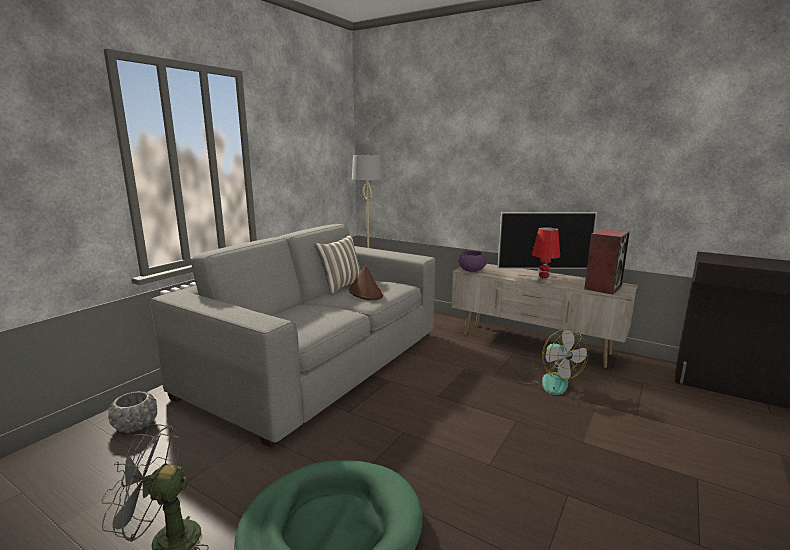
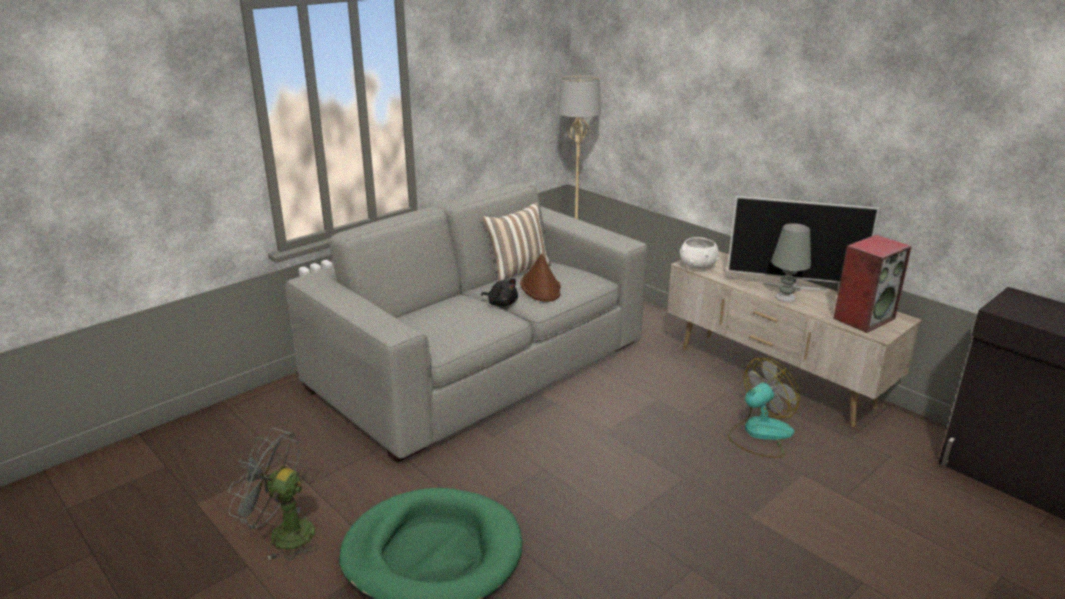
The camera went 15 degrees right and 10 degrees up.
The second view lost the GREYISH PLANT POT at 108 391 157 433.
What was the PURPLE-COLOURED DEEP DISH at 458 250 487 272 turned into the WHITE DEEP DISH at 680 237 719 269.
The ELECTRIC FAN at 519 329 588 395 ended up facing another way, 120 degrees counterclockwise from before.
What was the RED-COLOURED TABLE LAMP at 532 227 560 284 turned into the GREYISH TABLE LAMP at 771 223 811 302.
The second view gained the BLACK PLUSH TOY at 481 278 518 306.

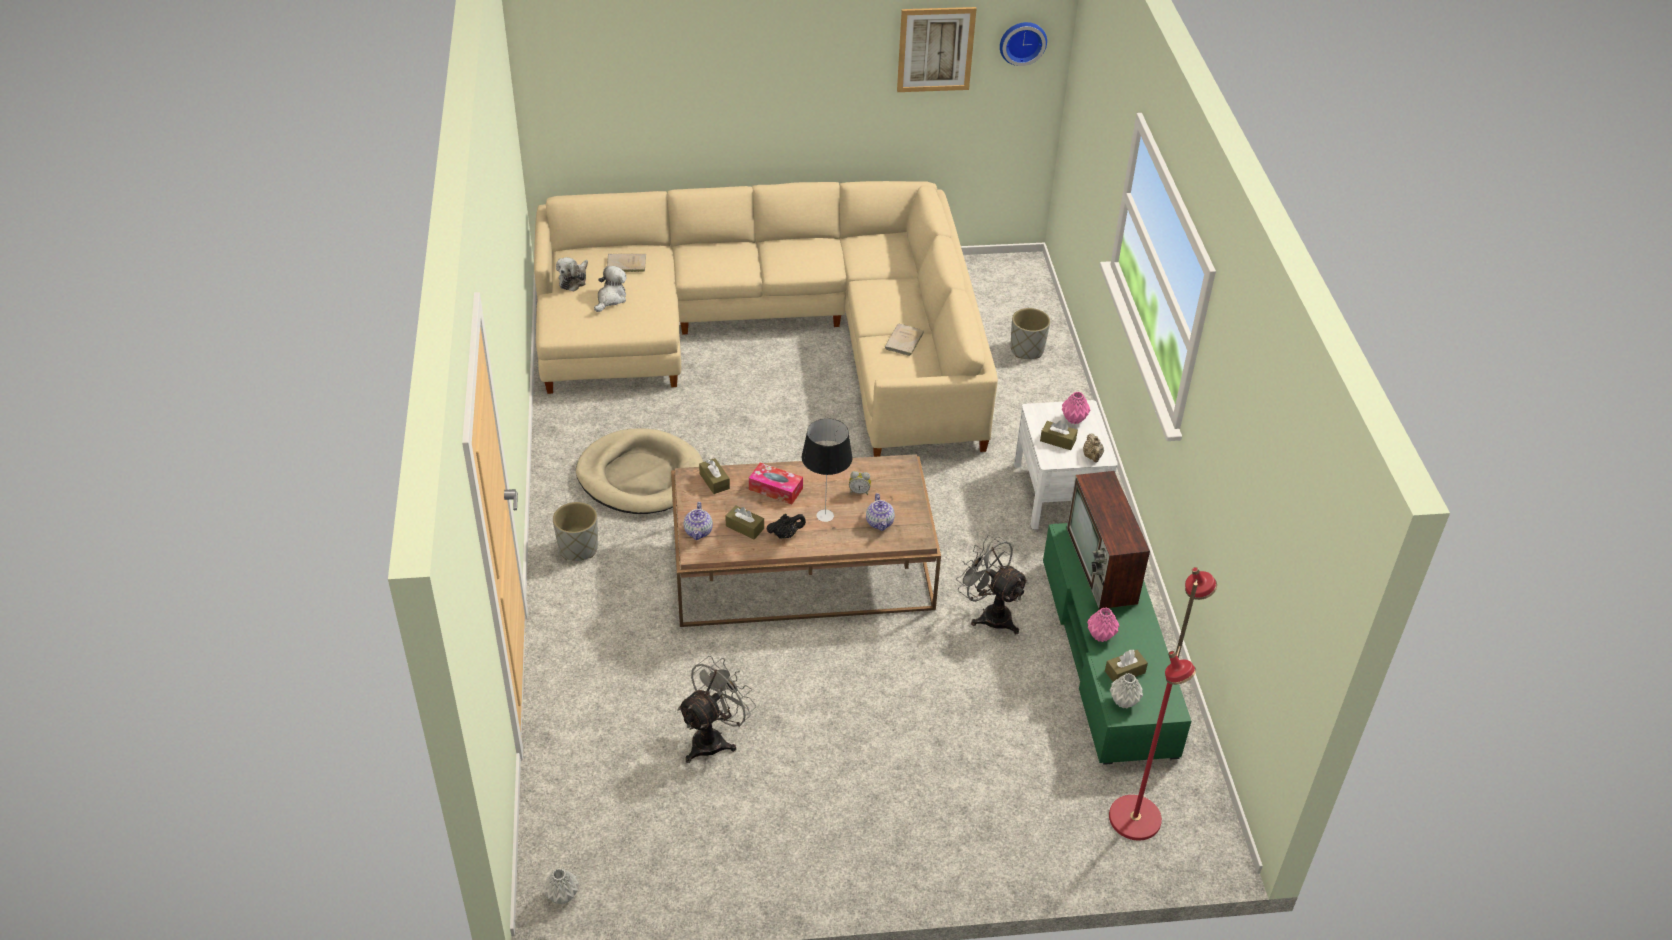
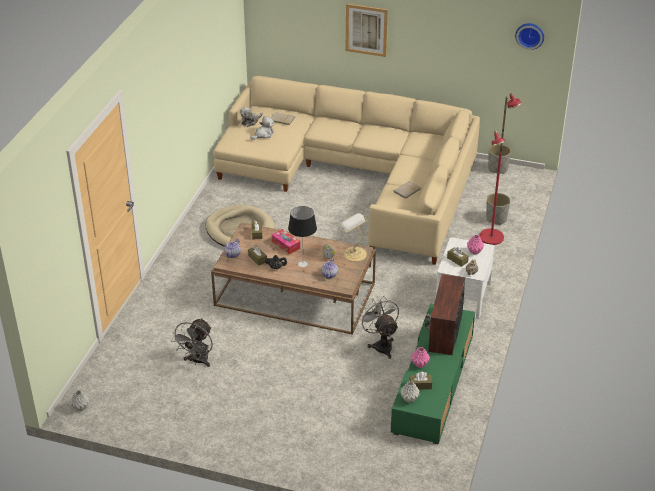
The camera went 25 degrees right and 5 degrees down.
The GREYISH PLANT POT ended up elsewhere, having gone from 553 502 598 561 to 488 144 511 174.
The GREYISH ELECTRIC FAN at 677 656 756 763 ended up facing another way, 135 degrees clockwise from before.
The WALL PICTURE ended up elsewhere, having gone from 897 7 977 92 to 346 4 388 57.
The RED-COLOURED FLOOR LAMP ended up elsewhere, having gone from 1109 567 1217 841 to 479 93 521 245.
The second view gained the TABLE LAMP at 337 213 369 262.

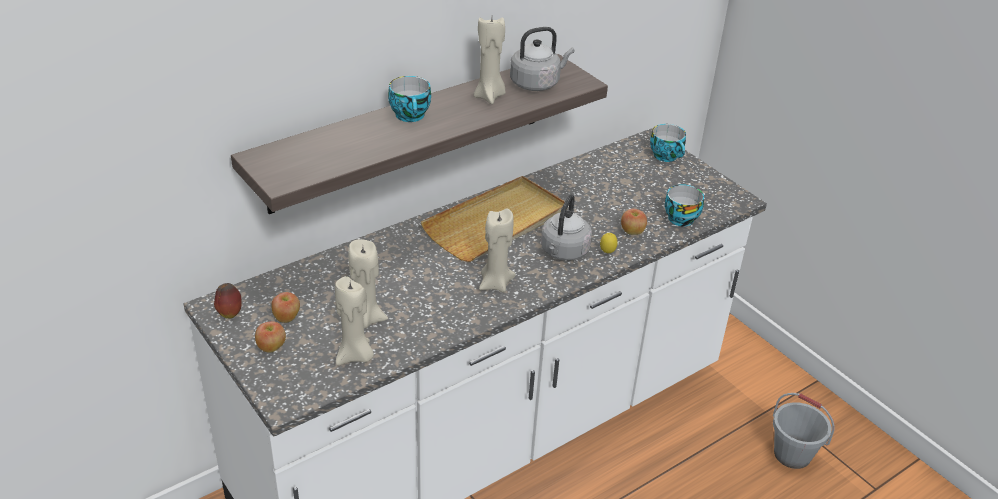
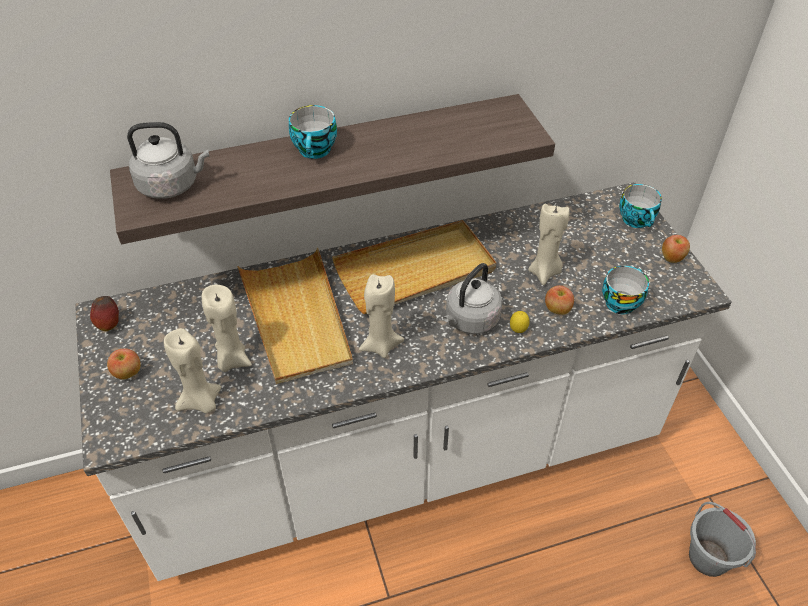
The camera went 20 degrees right and 10 degrees up.
The WHOLE APPLE ended up elsewhere, having gone from 271 292 300 323 to 662 235 690 263.
The SAND-COLOURED CANDLE ended up elsewhere, having gone from 473 18 506 104 to 528 204 570 285.
The GREYISH TEA KETTLE ended up elsewhere, having gone from 510 27 574 91 to 127 122 209 199.
The second view gained the SAND-COLOURED SERVING TRAY at 237 248 353 384.

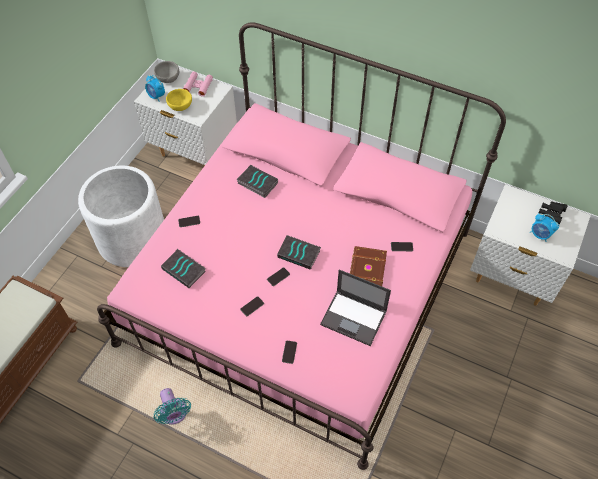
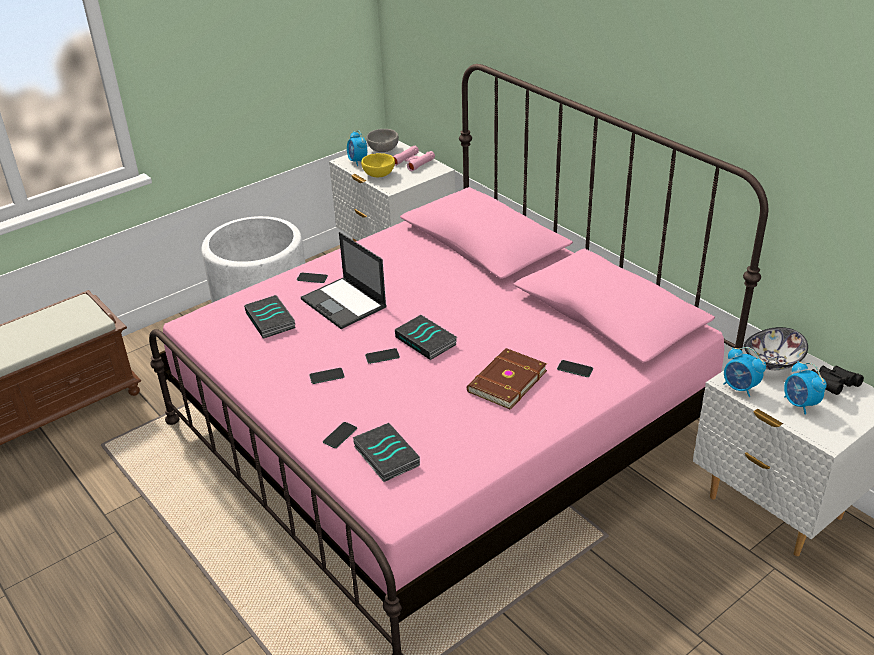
The camera went 25 degrees right and 20 degrees down.
The second view lost the TURQUOISE-COLOURED ELECTRIC FAN at 153 388 191 425.
The BOUND BOOK ended up elsewhere, having gone from 237 165 278 198 to 352 423 420 482.
The LAPTOP ended up elsewhere, having gone from 320 269 391 346 to 301 232 387 329.
The second view gained the BEDSIDE CLOCK at 723 347 766 397.
The second view gained the DEEP DISH at 744 327 808 370.

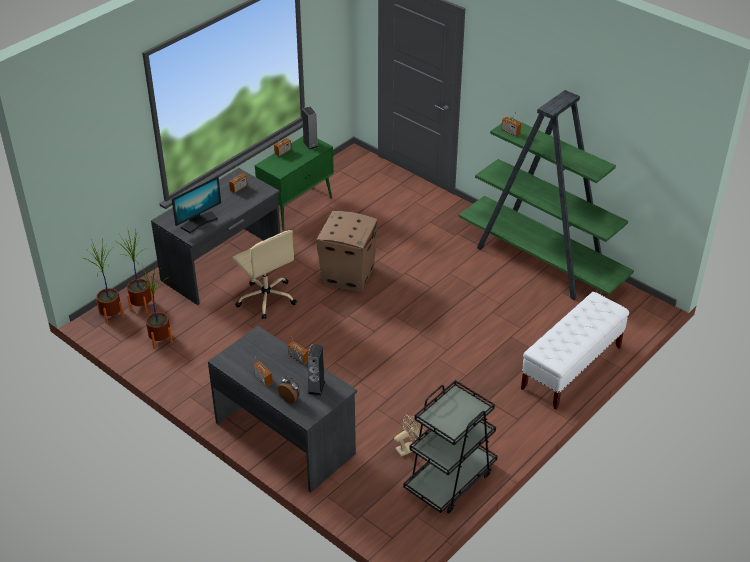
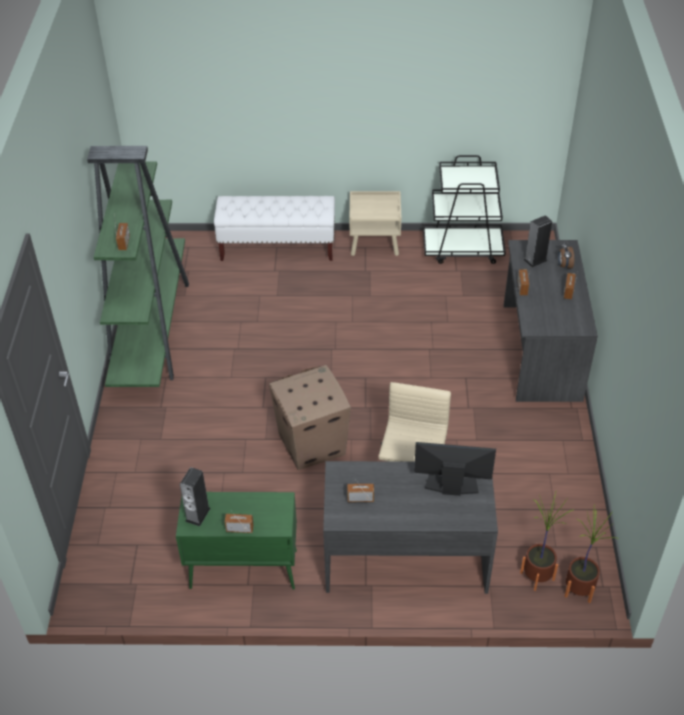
The camera went 130 degrees left and 5 degrees up.
The second view lost the PLANT IN A POT at 135 262 173 349.
The second view lost the SAND-COLOURED ELECTRIC FAN at 394 414 425 457.
The second view gained the SAND-COLOURED BEDSIDE TABLE at 350 191 401 256.

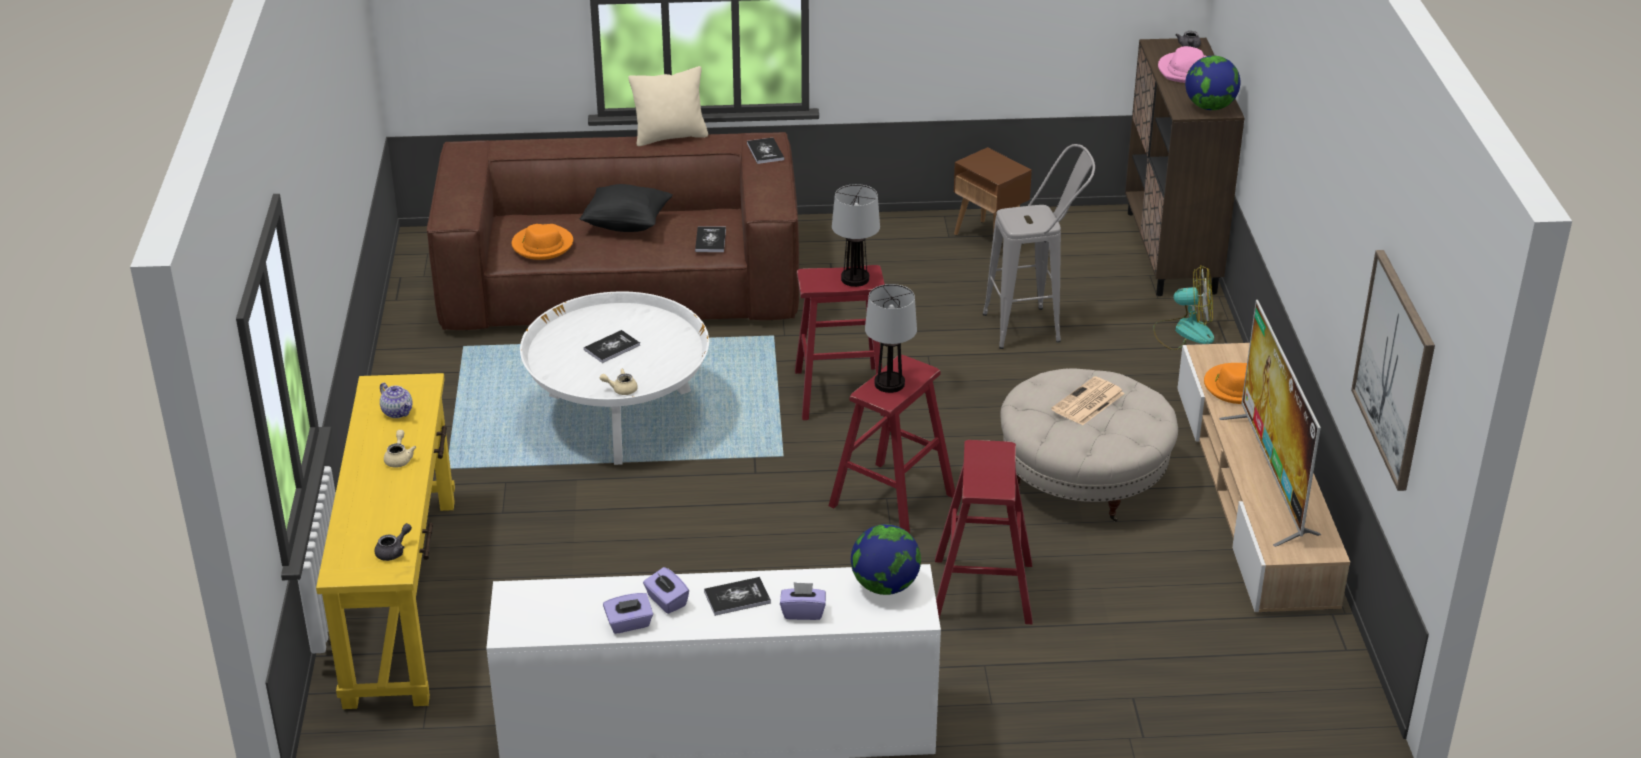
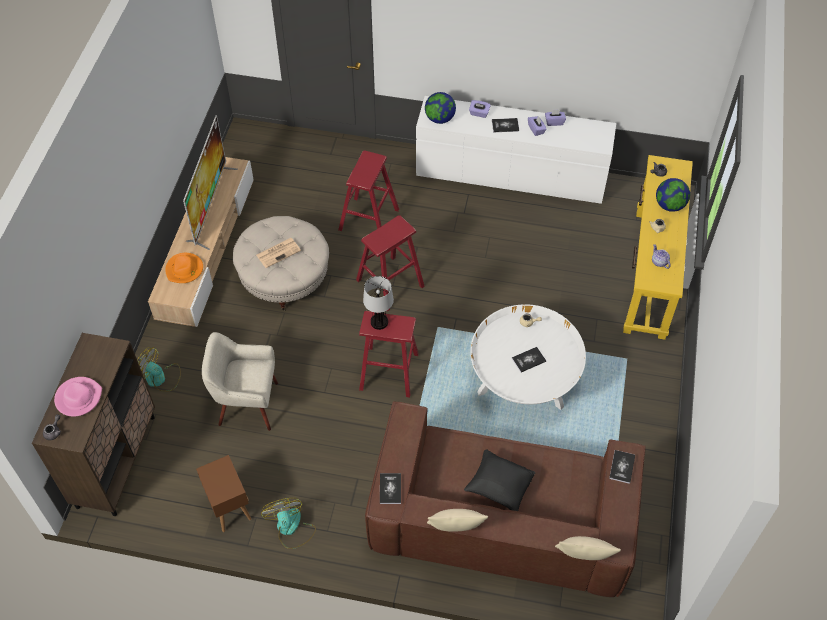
The camera went 165 degrees left and 20 degrees up.
The second view lost the ORANGE WEARABLE HAT at 512 224 573 260.
The BOUND BOOK ended up elsewhere, having gone from 695 226 726 252 to 609 450 635 484.
The second view lost the TABLE LAMP at 865 284 917 393.
Where the GREYISH SITTING STOOL stood at 983 144 1095 349, the SAND-COLOURED EASY CHAIR came to stand at 202 332 278 431.
The DESK GLOBE ended up elsewhere, having gone from 1185 56 1240 110 to 656 178 690 212.
The second view lost the WALL PICTURE at 1351 250 1435 491.
The second view gained the ELECTRIC FAN at 261 498 316 549.
The second view gained the SAND-COLOURED THROW PILLOW at 555 536 621 560.

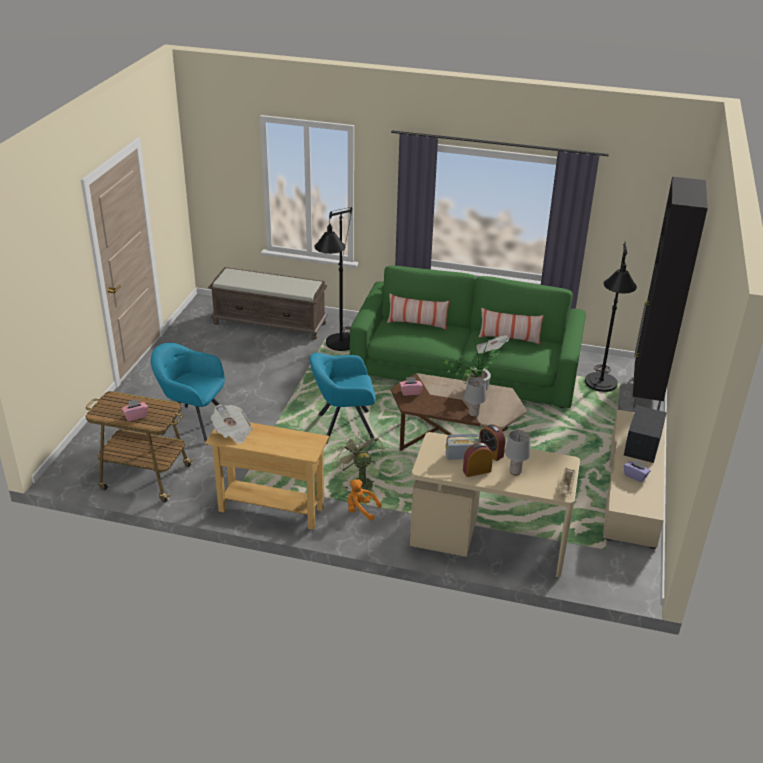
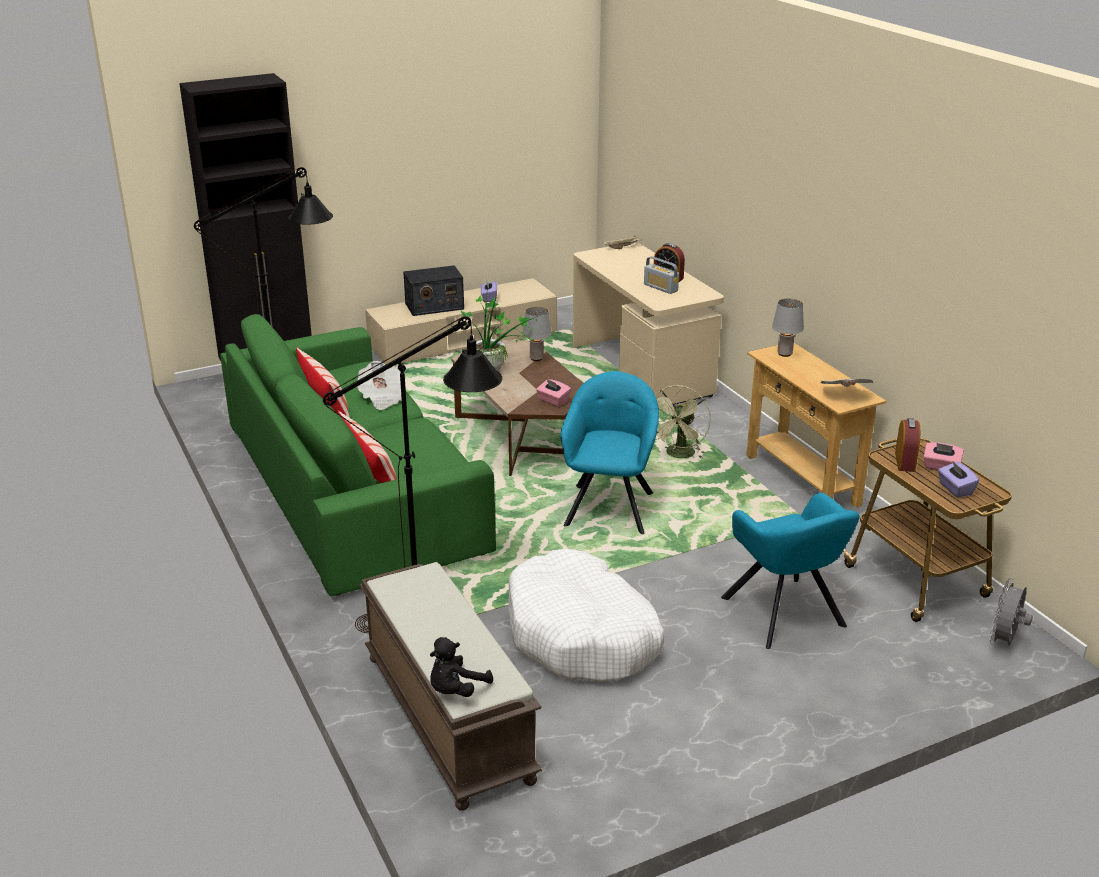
The camera went 130 degrees left and 5 degrees down.
The TURQUOISE-COLOURED EASY CHAIR at 310 353 376 444 ended up facing another way, 120 degrees counterclockwise from before.
The second view lost the ORANGE PLUSH TOY at 348 479 382 521.
The BEDSIDE CLOCK ended up elsewhere, having gone from 479 424 505 461 to 895 418 920 472.
The GREYISH TABLE LAMP ended up elsewhere, having gone from 504 430 530 476 to 772 299 804 357.
The second view gained the BLACK PLUSH TOY at 430 637 493 697.
The second view gained the WHITE PET BED at 508 549 664 682.
The second view gained the PURPLE-COLOURED BOX OF TISSUES at 938 462 979 497.
The second view gained the GREYISH ELECTRIC FAN at 989 578 1033 646.

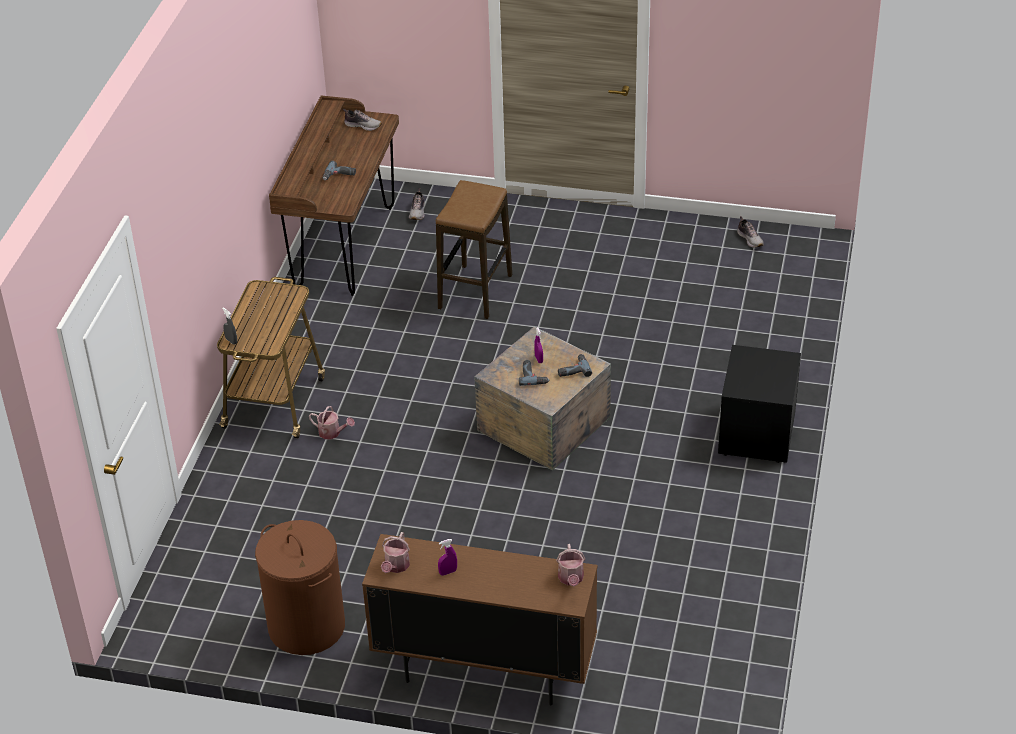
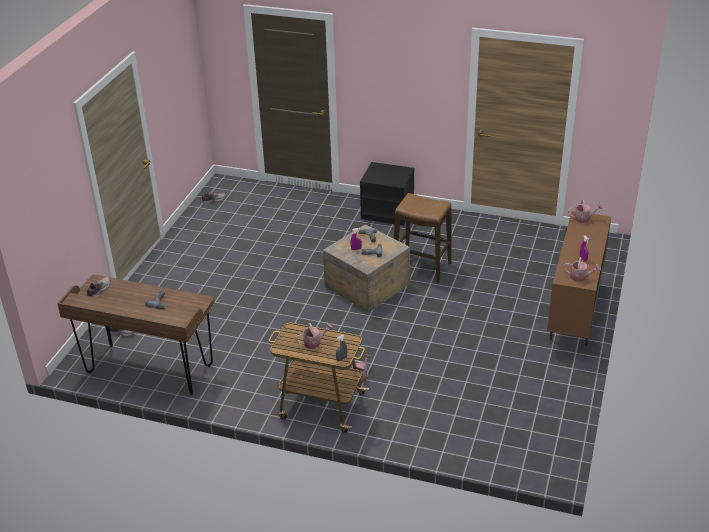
The camera went 85 degrees left and 5 degrees down.
The second view lost the BROWN HAMPER at 255 520 345 655.
The SITTING STOOL ended up elsewhere, having gone from 436 180 512 319 to 394 193 451 283.
The second view gained the SPRINKLING CAN at 296 323 333 349.

